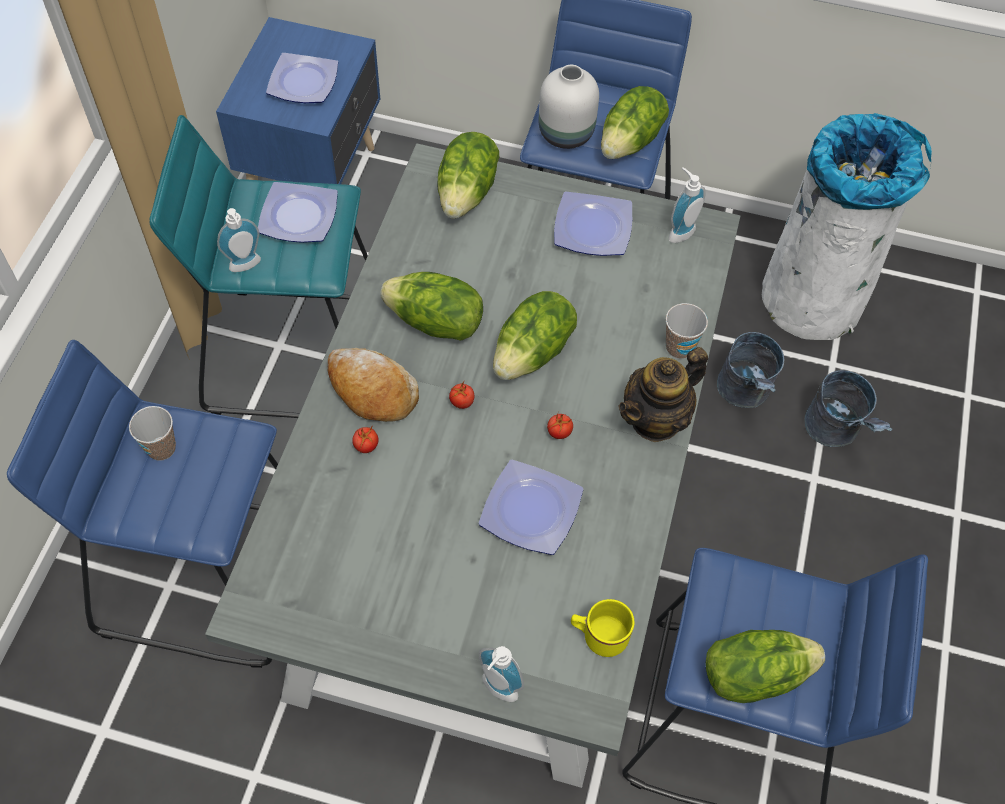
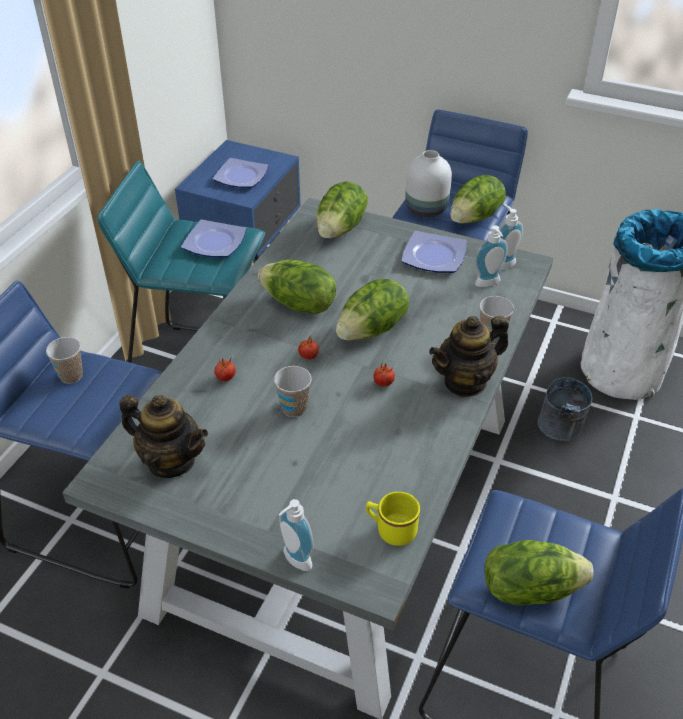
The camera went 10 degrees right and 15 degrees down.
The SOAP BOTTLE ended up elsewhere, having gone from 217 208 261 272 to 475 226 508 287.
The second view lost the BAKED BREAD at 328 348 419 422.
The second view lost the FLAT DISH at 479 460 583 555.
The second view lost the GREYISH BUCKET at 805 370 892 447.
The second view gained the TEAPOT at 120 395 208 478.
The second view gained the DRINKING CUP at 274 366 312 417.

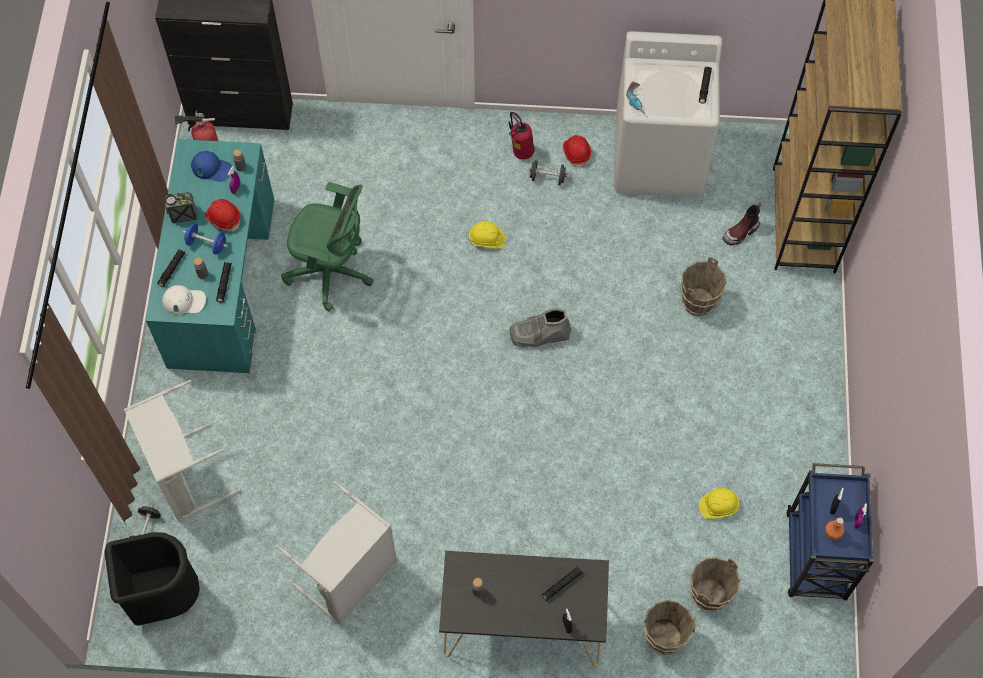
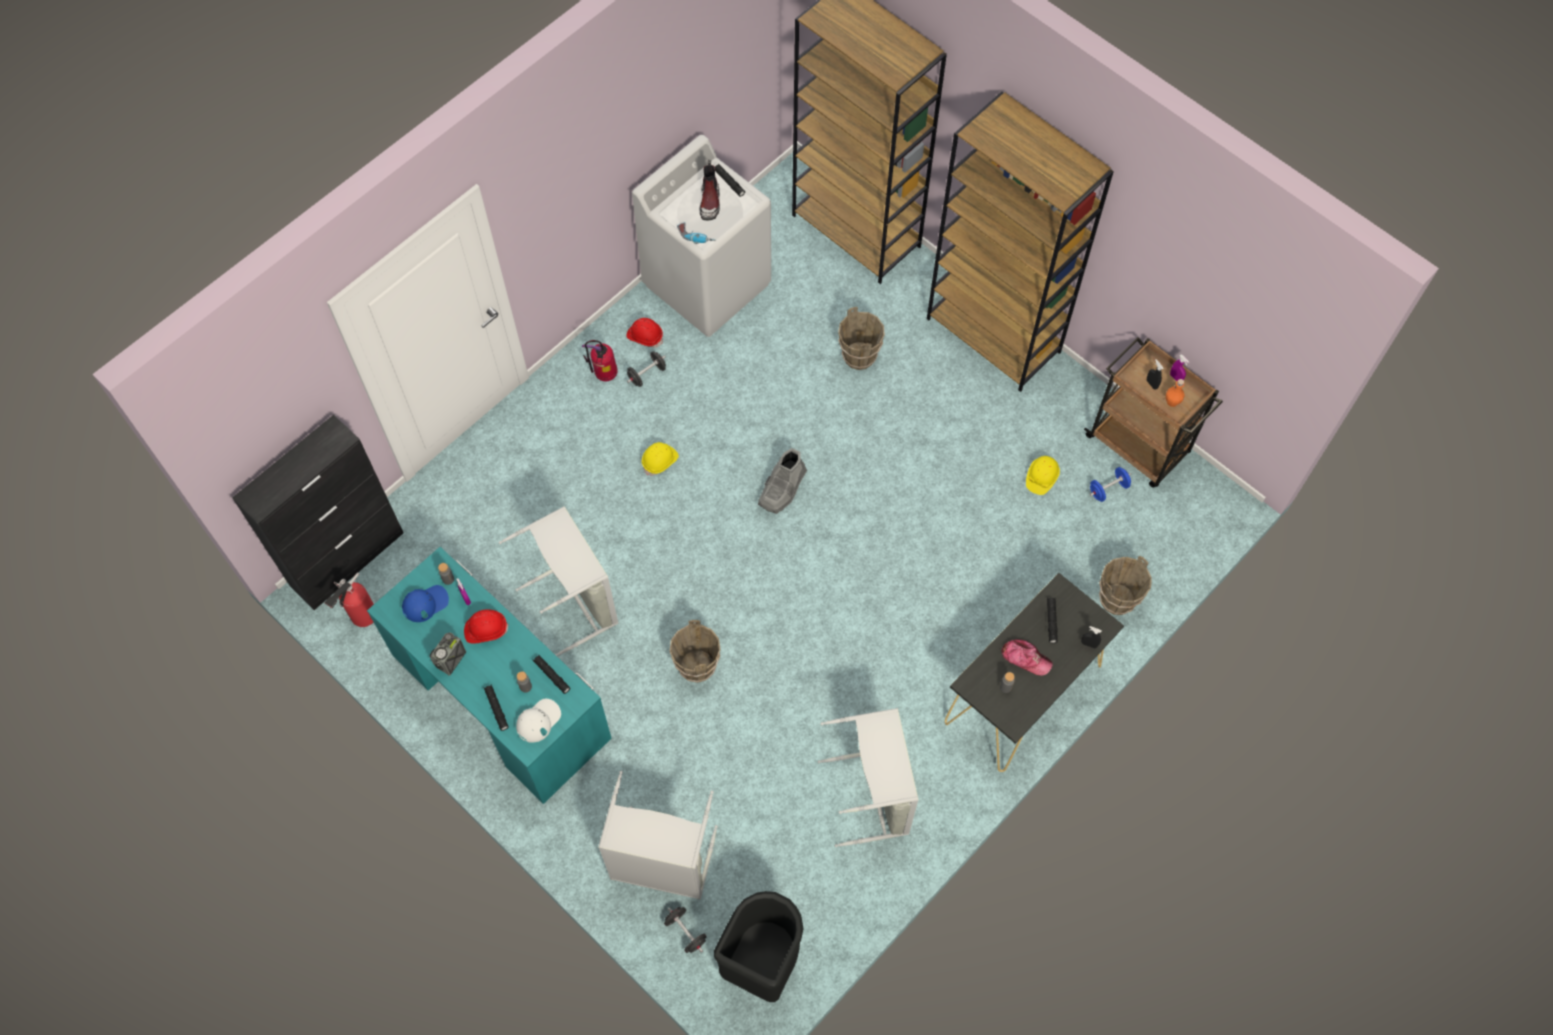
The camera went 50 degrees left and 0 degrees up.
The BLUE-COLOURED DUMBBELL ended up elsewhere, having gone from 183 223 228 255 to 1090 467 1131 502.
Where the GREEN-COLOURED COMPUTER CHAIR stood at 281 182 374 312, the GREYISH HAMPER came to stand at 499 506 618 656.
The BROWN BUCKET ended up elsewhere, having gone from 690 557 740 612 to 670 620 721 683.
The TALL BOOT ended up elsewhere, having gone from 722 203 762 245 to 700 160 720 221.
What was the BLUE-COLOURED WHEELED CART at 786 463 874 600 turned into the BROWN WHEELED CART at 1084 337 1223 488.
The second view gained the BROWN SHELVING UNIT at 927 91 1114 392.
The second view gained the PEAKED CAP at 1002 639 1053 676.

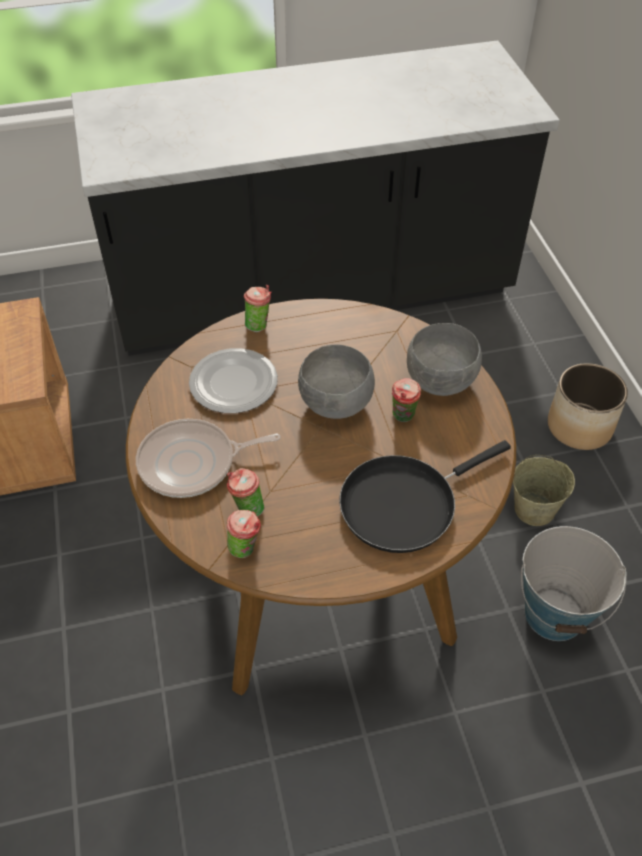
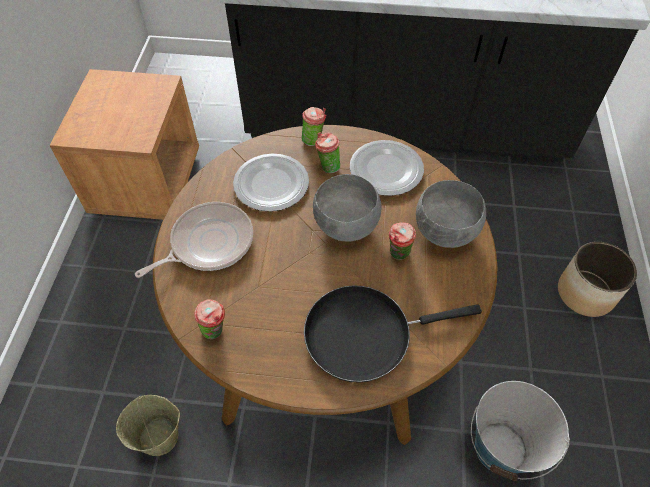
The camera went 20 degrees right and 5 degrees up.
The FRYING PAN at 136 419 281 498 ended up facing another way, 135 degrees clockwise from before.
The DRINKING CUP ended up elsewhere, having gone from 227 468 264 517 to 315 132 340 173.
The SAND-COLOURED BUCKET ended up elsewhere, having gone from 513 455 575 526 to 116 395 180 456.
The second view gained the FLAT DISH at 350 140 424 196.

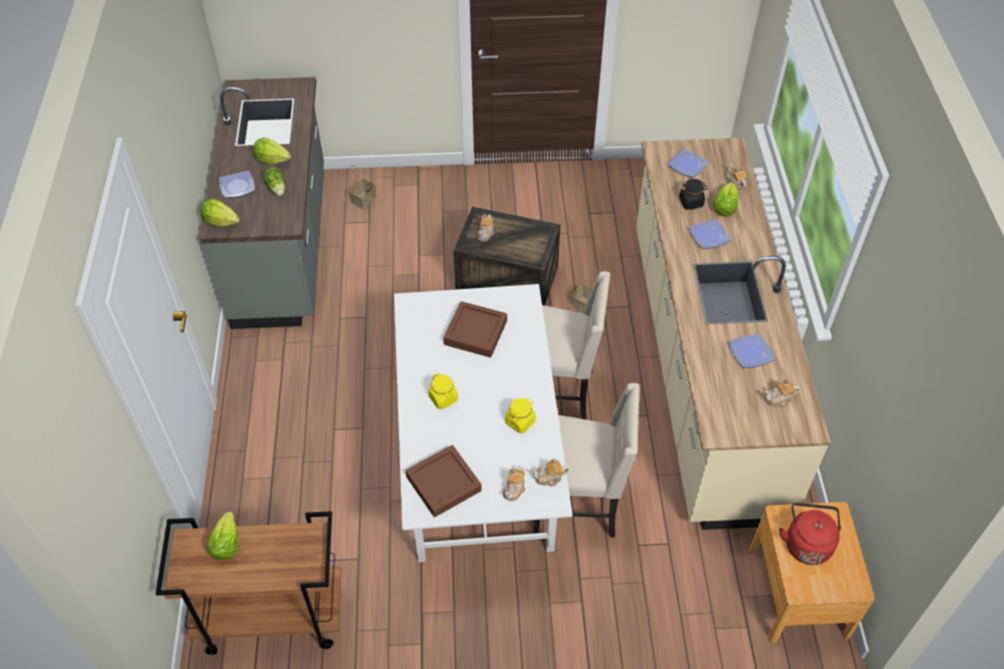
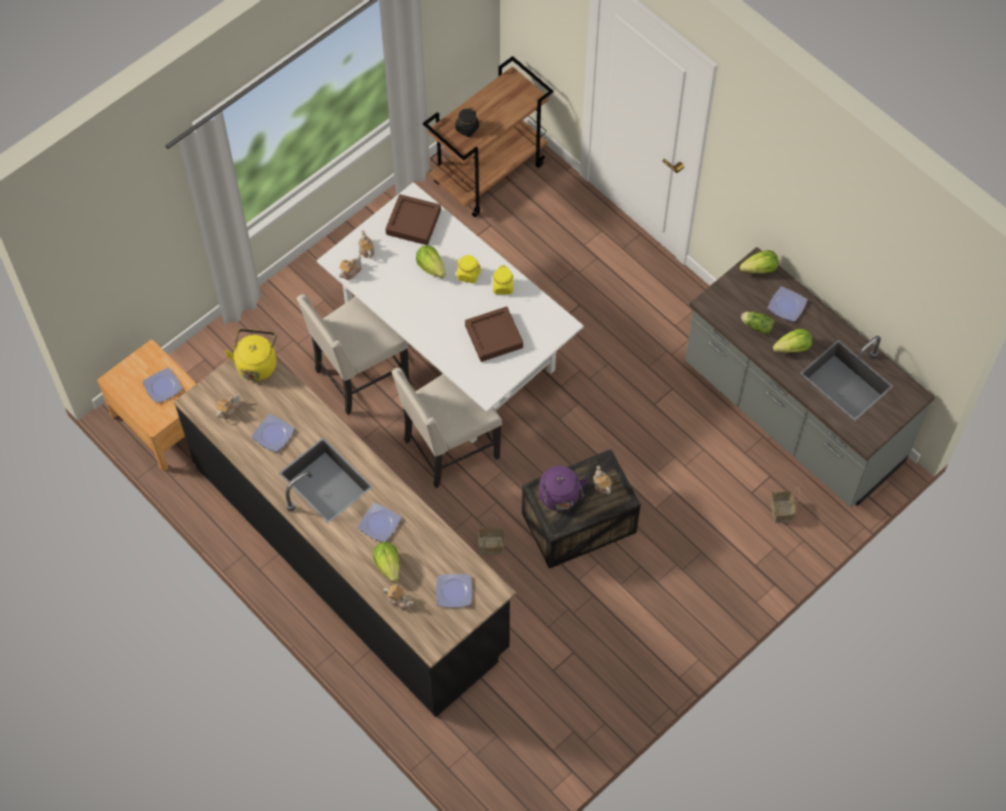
The camera went 140 degrees right and 10 degrees up.
The LETTUCE ended up elsewhere, having gone from 206 512 239 560 to 416 245 446 278.
The YELLOWISH STORAGE JAR ended up elsewhere, having gone from 506 398 535 433 to 493 265 513 294.
What was the SAND-COLOURED COUNTER at 636 138 831 530 turned into the BLACK COUNTER at 174 356 516 717.
The BLACK STORAGE JAR ended up elsewhere, having gone from 679 179 708 210 to 455 108 479 137.
Where the RED-COLOURED TEA KETTLE stood at 779 503 841 565, the FLAT DISH came to stand at 143 368 182 403.
The second view gained the YELLOWISH TEA KETTLE at 225 329 277 381.
The second view gained the PURPLE-COLOURED TEA KETTLE at 539 466 588 511.

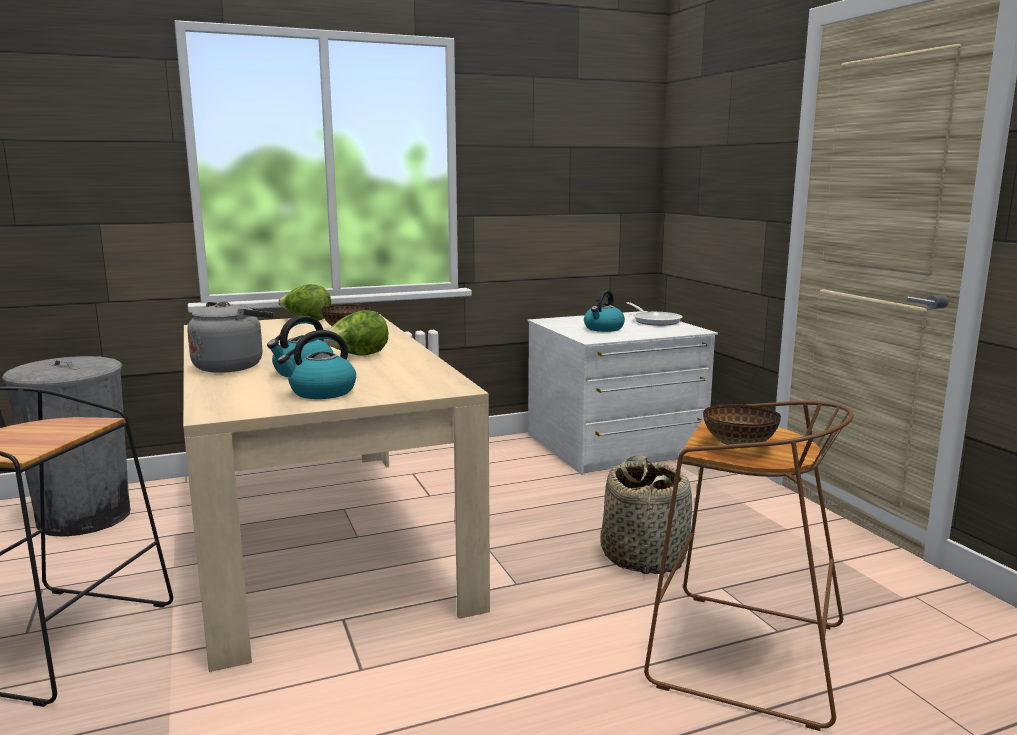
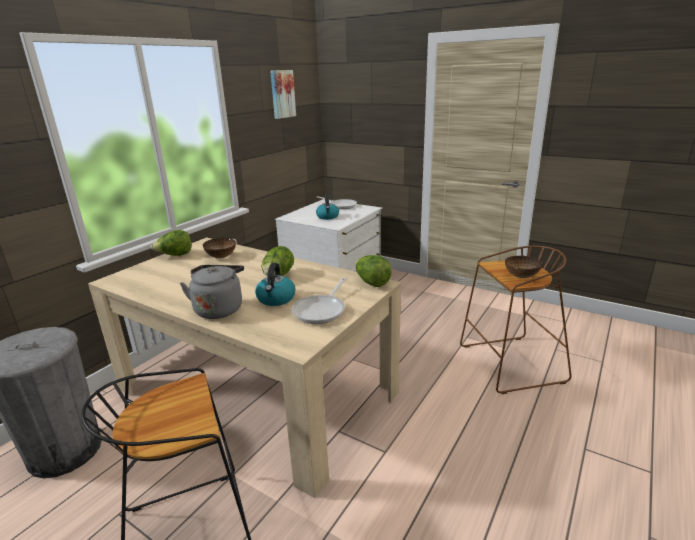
The camera went 35 degrees left and 10 degrees up.
Where the TEA KETTLE stood at 277 330 356 399, the FRYING PAN came to stand at 292 277 347 324.
The second view lost the STORAGE BASKET at 601 455 692 574.
The second view gained the WALL PICTURE at 270 70 296 119.
The second view gained the LETTUCE at 355 255 392 287.

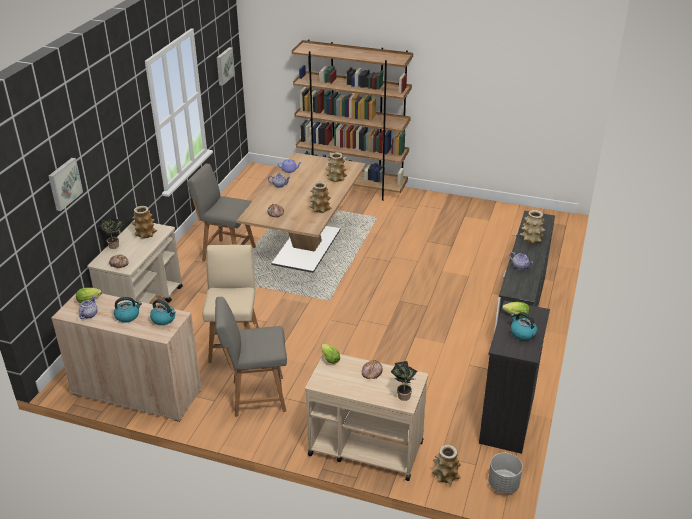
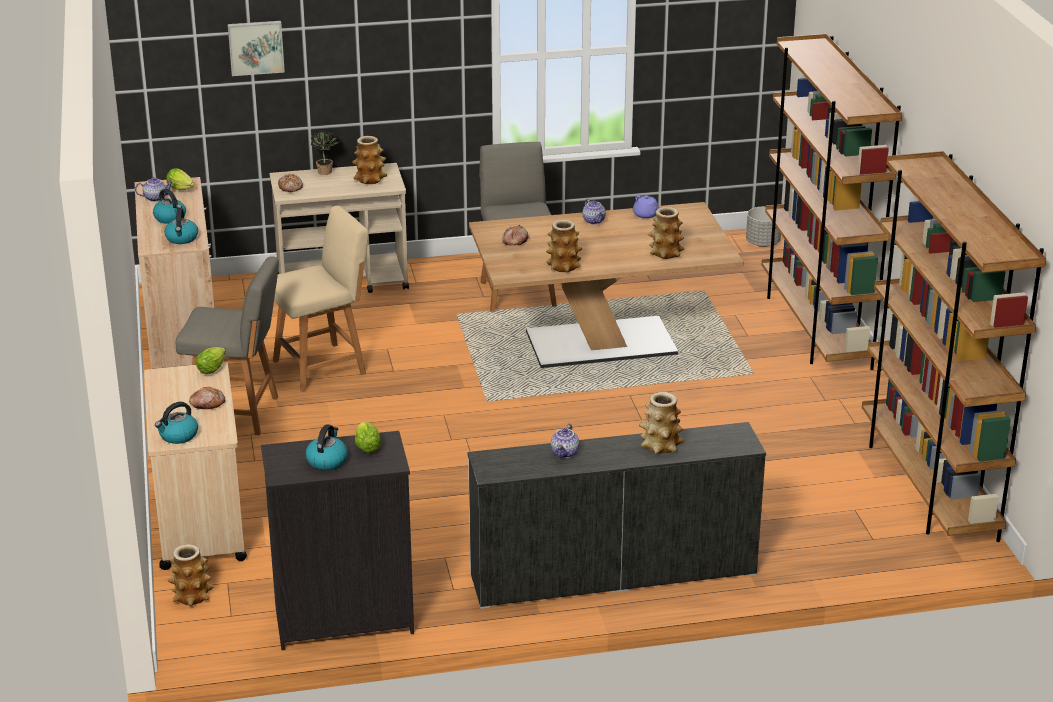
The camera went 60 degrees right and 5 degrees down.
The GREYISH CHAIR at 215 297 287 417 ended up facing another way, 135 degrees clockwise from before.
The second view lost the WALL PICTURE at 217 47 235 86.
Where the PLANT IN A POT stood at 391 361 417 401, the TEA KETTLE came to stand at 155 402 198 444.
The GREYISH PLANT POT ended up elsewhere, having gone from 488 453 523 494 to 746 207 781 247.
The second view gained the BROWN SHELVING UNIT at 862 151 1046 542.

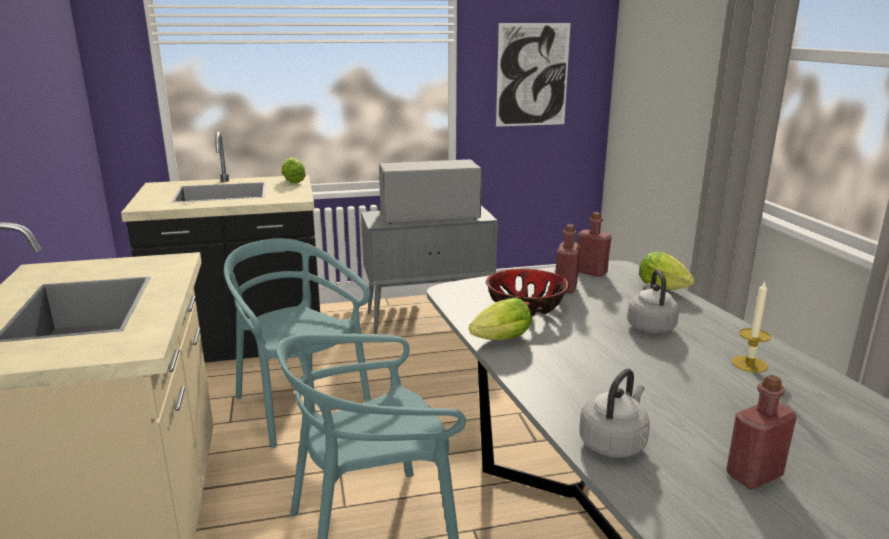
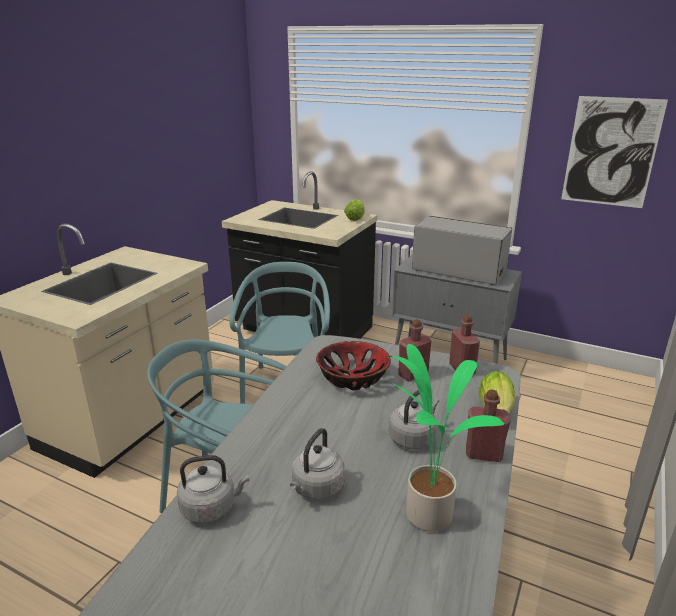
The camera went 40 degrees right and 5 degrees up.
The second view lost the LETTUCE at 469 297 532 340.
The RED-COLOURED BOTTLE ended up elsewhere, having gone from 726 375 797 489 to 466 389 511 462.
Where the CANDLE stood at 732 281 771 373, the PLANT IN A POT came to stand at 389 344 504 532.
The second view gained the GREYISH TEA KETTLE at 290 428 345 500.

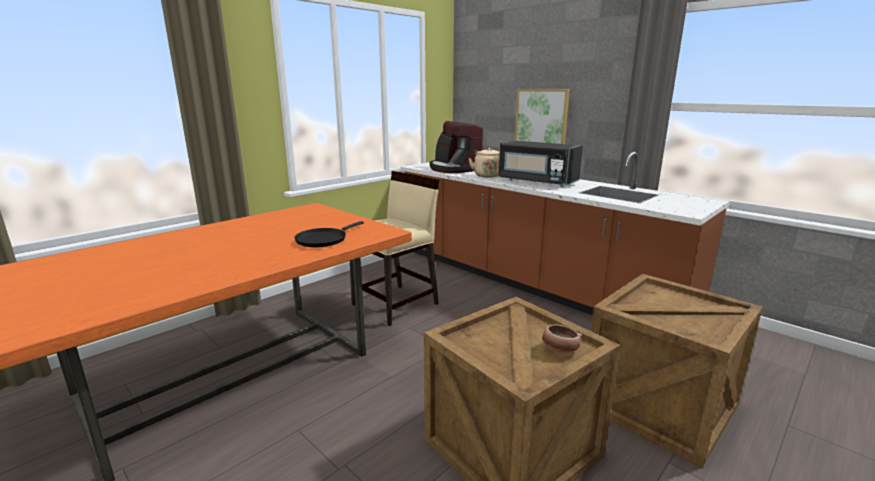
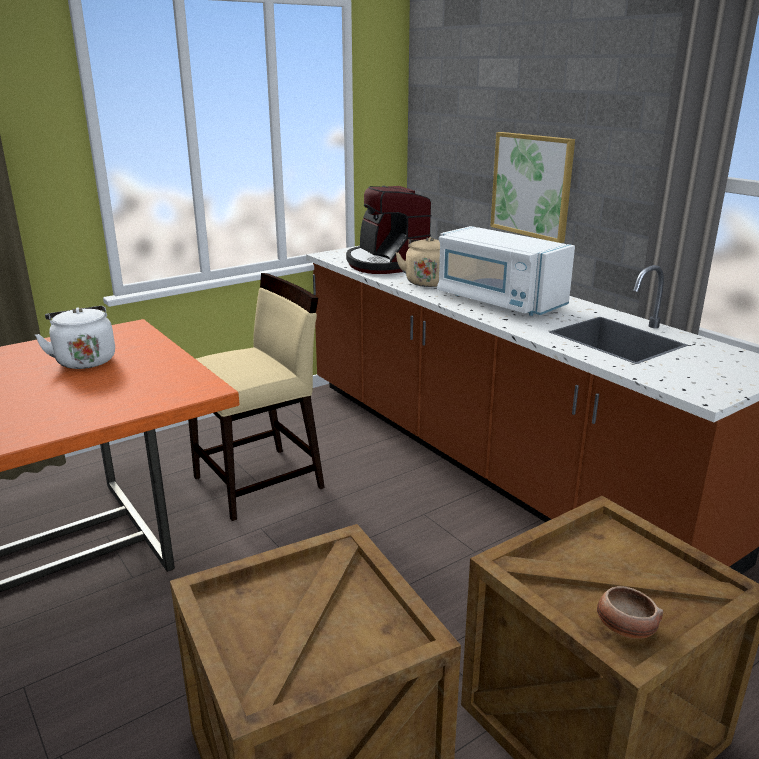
The camera went 10 degrees right and 5 degrees up.
The second view lost the BLACK FRYING PAN at 294 221 364 247.
What was the BLACK MICROWAVE at 499 141 583 187 turned into the WHITE MICROWAVE at 437 226 575 316.
The DEEP DISH ended up elsewhere, having gone from 542 324 582 353 to 597 586 663 639.
The second view gained the WHITE TEA KETTLE at 35 306 115 369.

